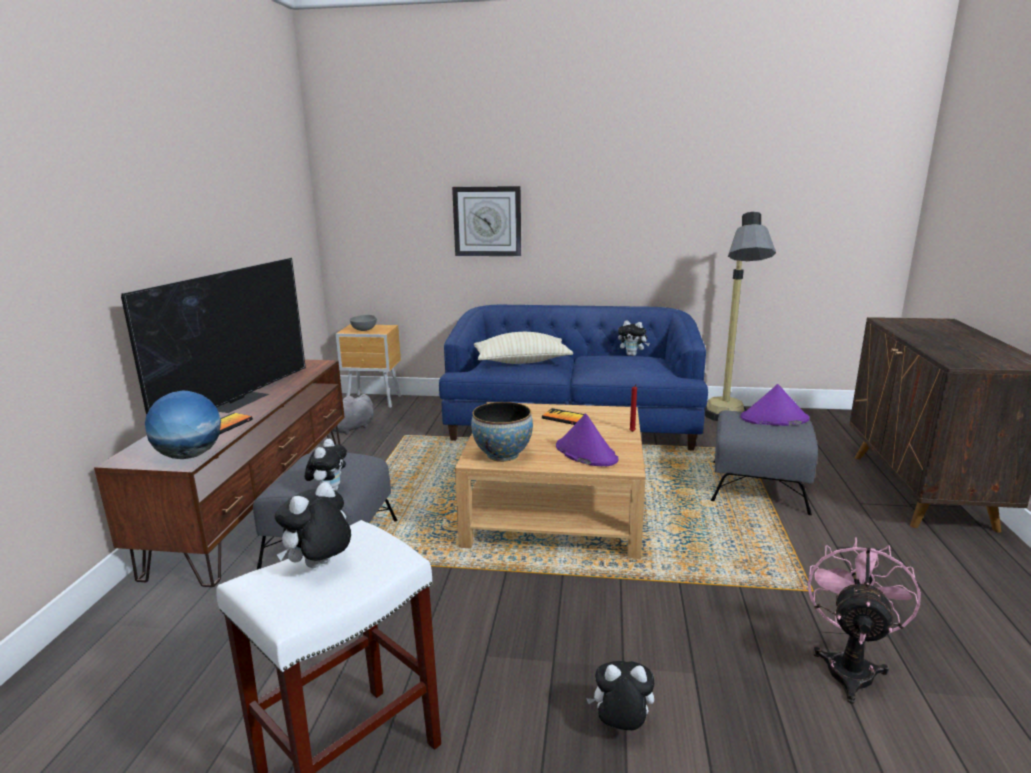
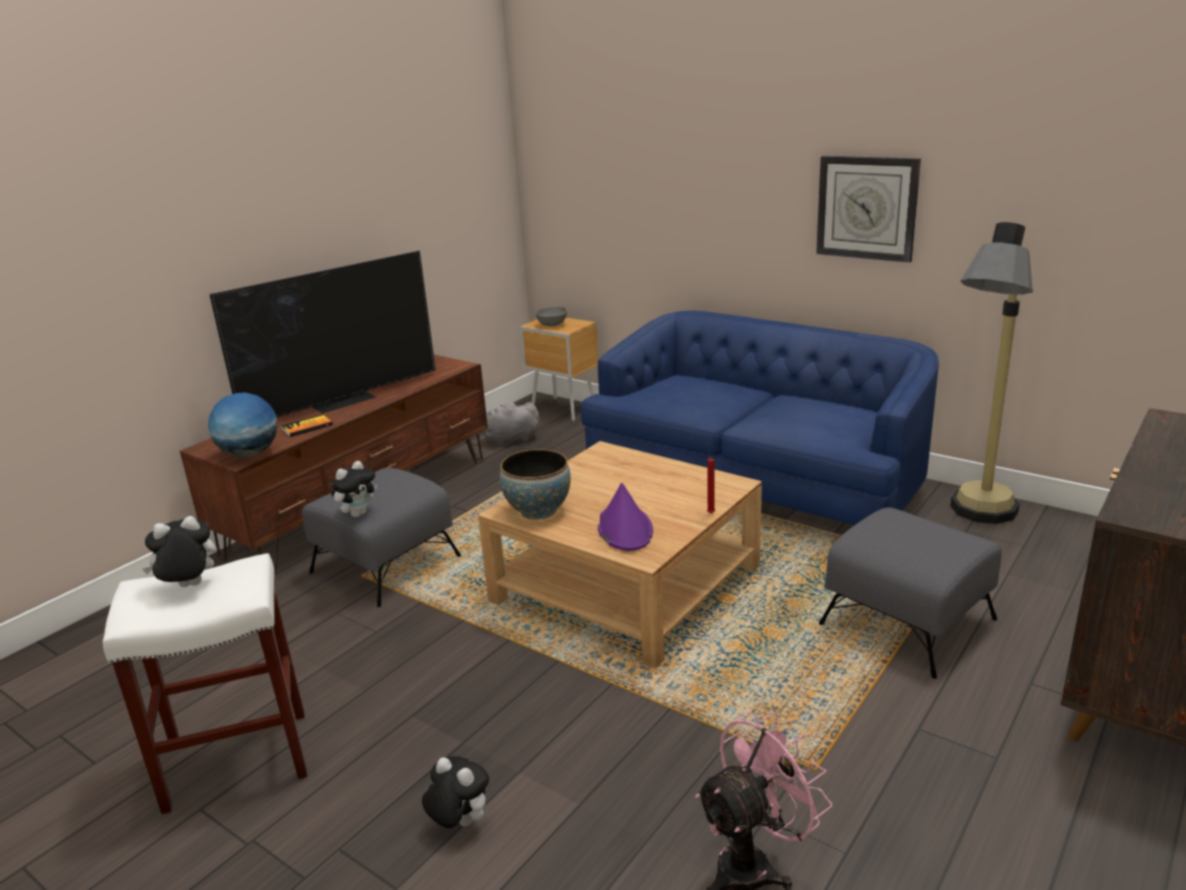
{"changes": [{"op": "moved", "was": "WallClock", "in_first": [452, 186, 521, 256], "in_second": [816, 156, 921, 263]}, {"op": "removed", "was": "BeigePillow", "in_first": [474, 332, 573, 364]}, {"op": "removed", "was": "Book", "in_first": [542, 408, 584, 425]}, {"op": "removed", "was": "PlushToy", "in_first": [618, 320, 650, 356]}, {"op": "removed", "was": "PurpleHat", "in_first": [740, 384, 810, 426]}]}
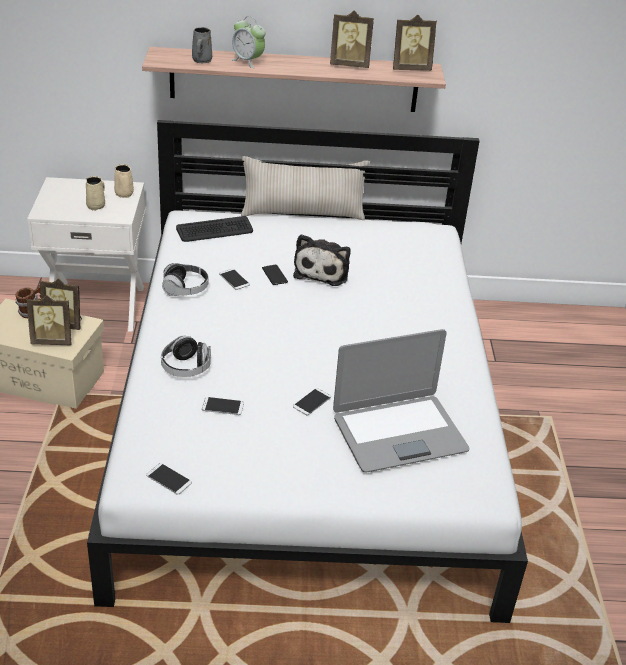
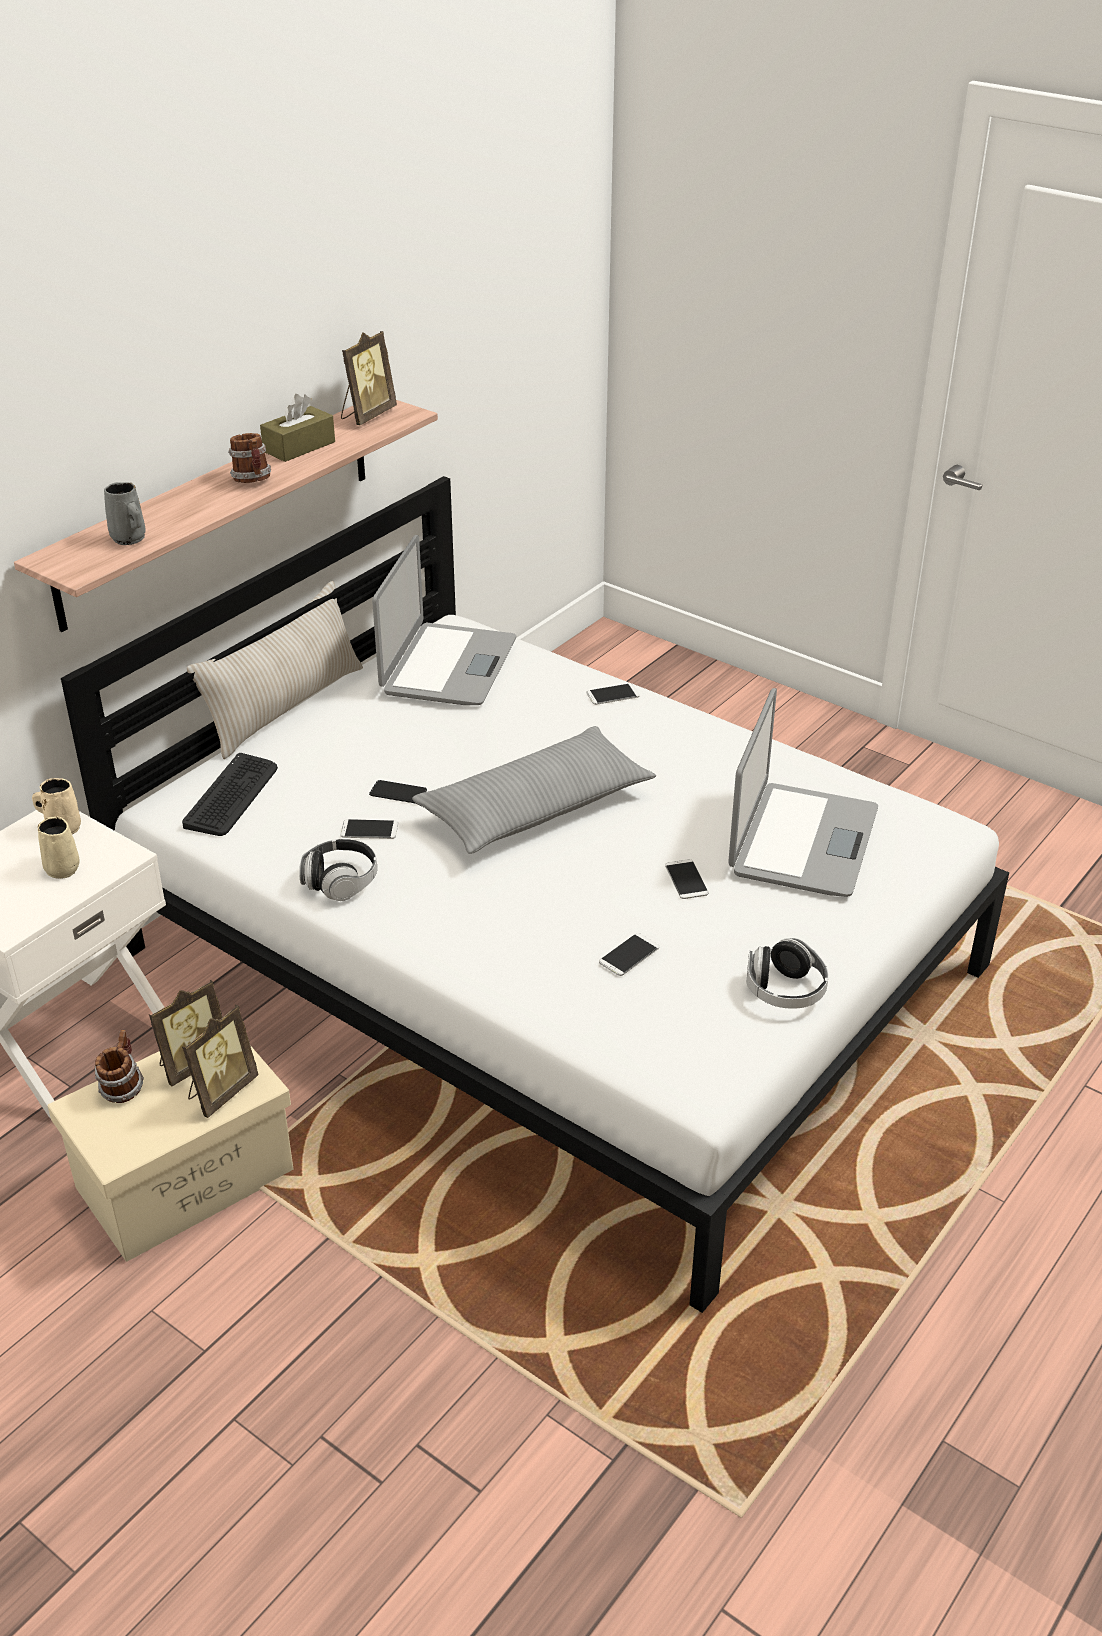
{"changes": [{"op": "moved", "was": "Phone", "in_first": [146, 463, 192, 495], "in_second": [586, 683, 640, 705]}, {"op": "moved", "was": "Headphones", "in_first": [161, 336, 211, 377], "in_second": [747, 938, 829, 1009]}, {"op": "removed", "was": "AlarmClock", "in_first": [231, 16, 265, 68]}, {"op": "removed", "was": "PlushToy", "in_first": [293, 234, 351, 286]}, {"op": "replaced", "was": "PictureFrame", "now": "BrownTissueBox", "in_first": [330, 10, 374, 68], "in_second": [260, 394, 335, 462]}, {"op": "added", "now": "Mug", "in_second": [228, 433, 271, 483]}, {"op": "added", "now": "Laptop", "in_second": [372, 535, 516, 705]}, {"op": "added", "now": "GreyPillow", "in_second": [412, 726, 656, 854]}]}
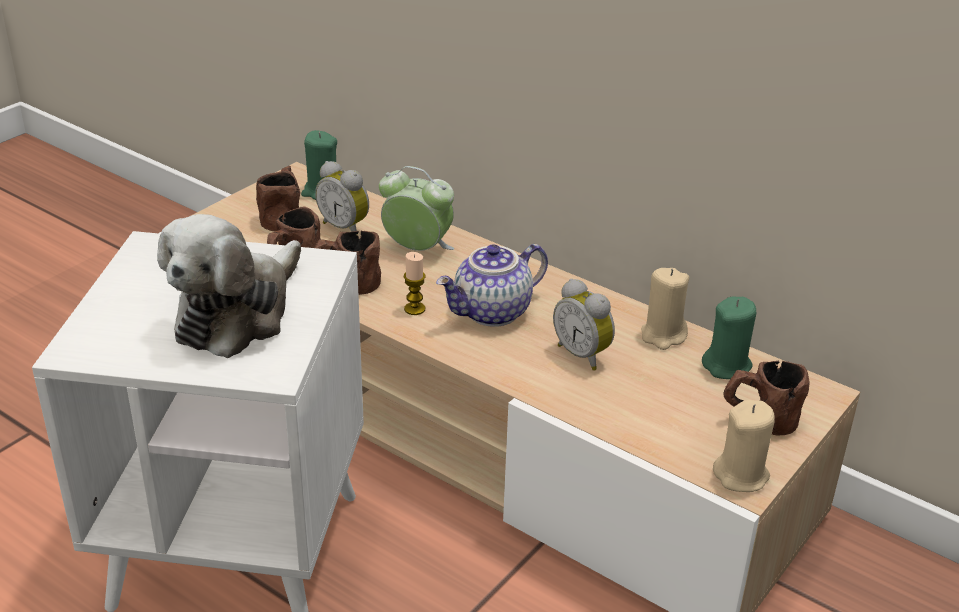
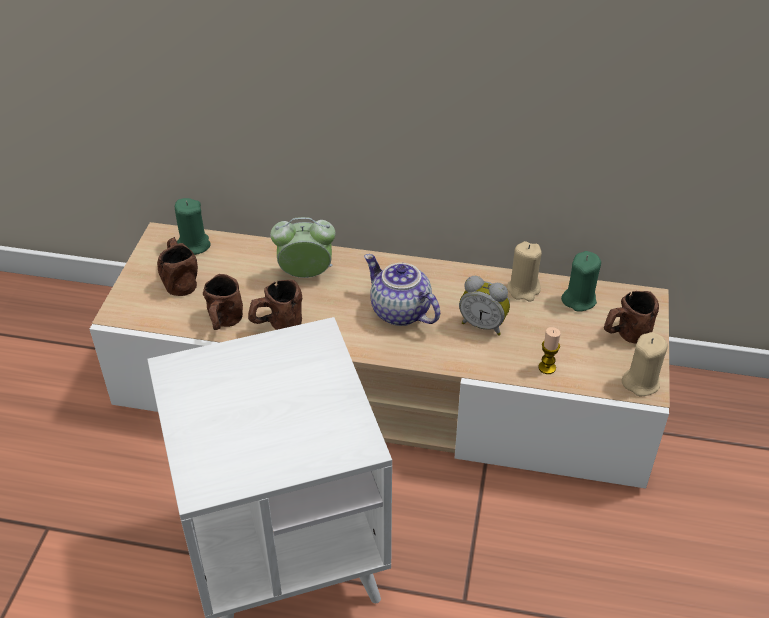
{"changes": [{"op": "removed", "was": "PlushToy", "in_first": [157, 214, 301, 358]}, {"op": "removed", "was": "AlarmClock", "in_first": [315, 161, 369, 235]}, {"op": "moved", "was": "Candle", "in_first": [404, 252, 426, 315], "in_second": [538, 327, 561, 374]}, {"op": "turned", "was": "Teapot", "in_first": [436, 244, 548, 327], "in_second": [364, 254, 440, 326], "clockwise": 105}]}
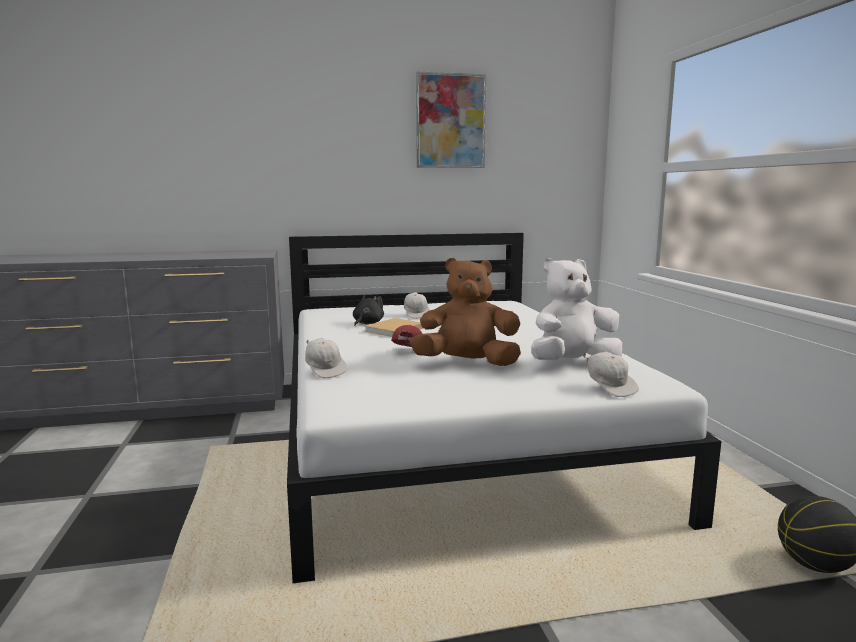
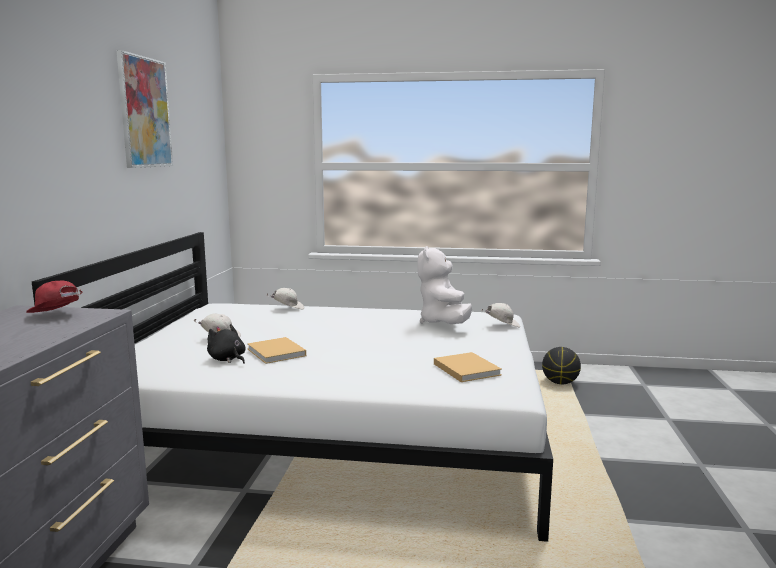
{"changes": [{"op": "moved", "was": "WhiteCap", "in_first": [305, 338, 347, 378], "in_second": [267, 288, 304, 310]}, {"op": "moved", "was": "RedCap", "in_first": [391, 325, 422, 347], "in_second": [26, 281, 82, 313]}, {"op": "removed", "was": "BrownPlushToy", "in_first": [410, 258, 521, 366]}, {"op": "added", "now": "BeigeBook", "in_second": [434, 352, 501, 382]}]}
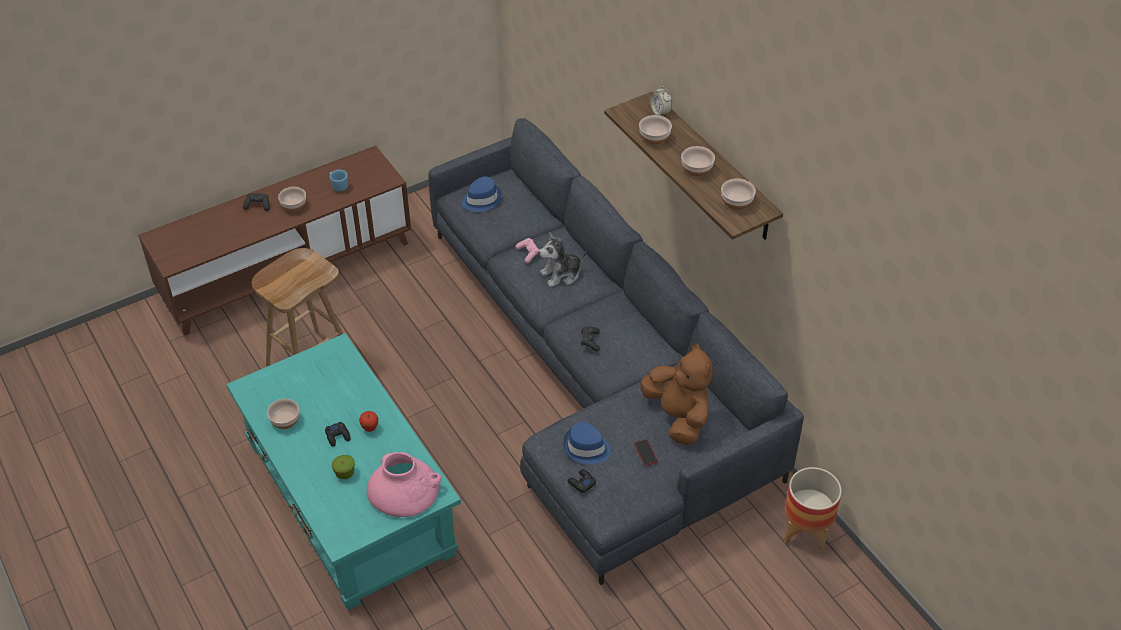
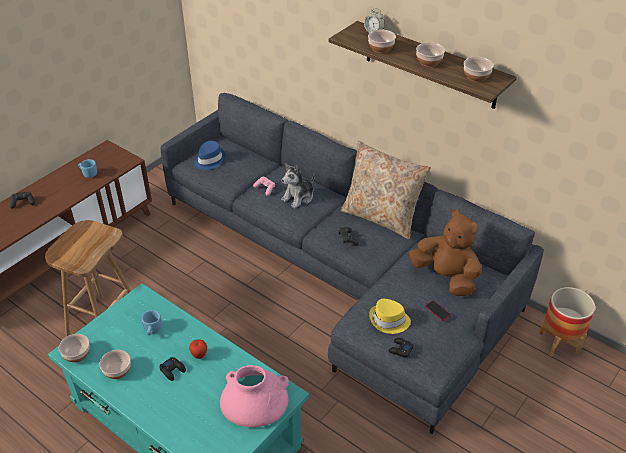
{"changes": [{"op": "moved", "was": "Bowl", "in_first": [278, 187, 306, 212], "in_second": [59, 334, 90, 363]}, {"op": "removed", "was": "Apple", "in_first": [332, 455, 355, 479]}, {"op": "recoloured", "was": "BlueHat", "now": "YellowHat", "in_first": [563, 422, 611, 464], "in_second": [369, 299, 411, 334]}, {"op": "added", "now": "BlueMug", "in_second": [142, 310, 162, 335]}, {"op": "added", "now": "BeigePillow", "in_second": [341, 141, 431, 240]}]}
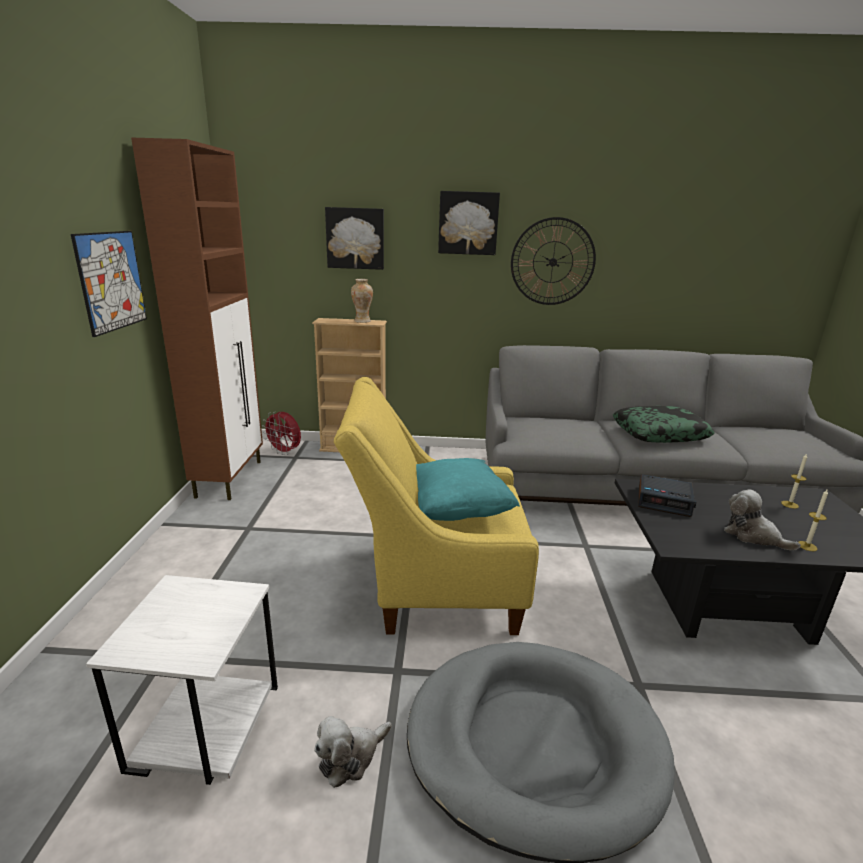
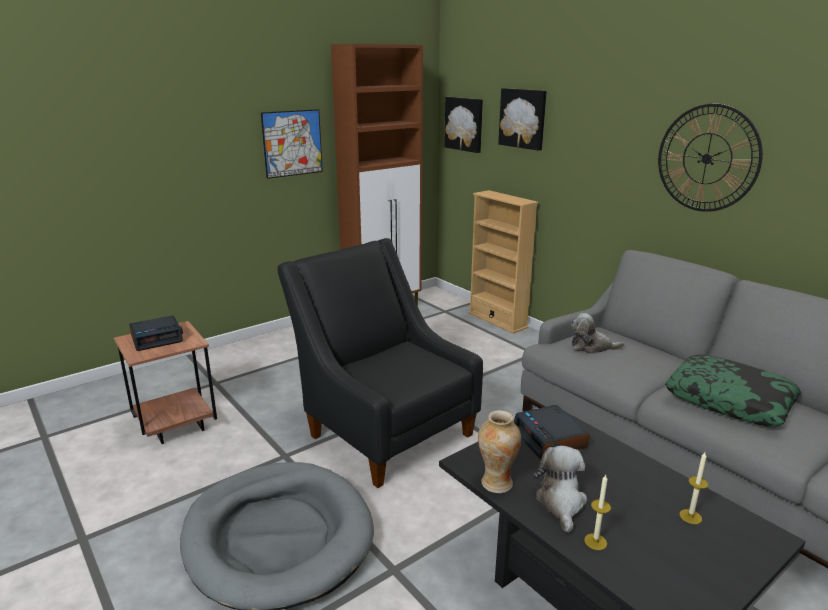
{"changes": [{"op": "recoloured", "was": "WhiteSideTable", "now": "BrownSideTable", "in_first": [86, 575, 278, 785], "in_second": [114, 321, 217, 444]}, {"op": "removed", "was": "RedFan", "in_first": [262, 411, 301, 455]}, {"op": "moved", "was": "PlushToy", "in_first": [314, 716, 392, 788], "in_second": [571, 313, 625, 354]}, {"op": "recoloured", "was": "YellowArmchair", "now": "BlackArmchair", "in_first": [334, 377, 539, 635], "in_second": [277, 238, 483, 488]}, {"op": "moved", "was": "Vase", "in_first": [351, 279, 373, 323], "in_second": [478, 410, 521, 493]}, {"op": "removed", "was": "TurquoisePillow", "in_first": [416, 458, 520, 521]}, {"op": "moved", "was": "Picture", "in_first": [438, 191, 500, 255], "in_second": [444, 97, 483, 153]}, {"op": "added", "now": "AlarmClock", "in_second": [129, 315, 183, 351]}]}
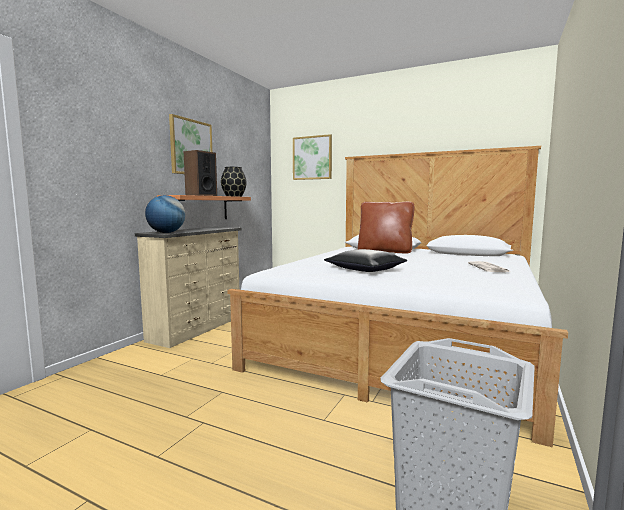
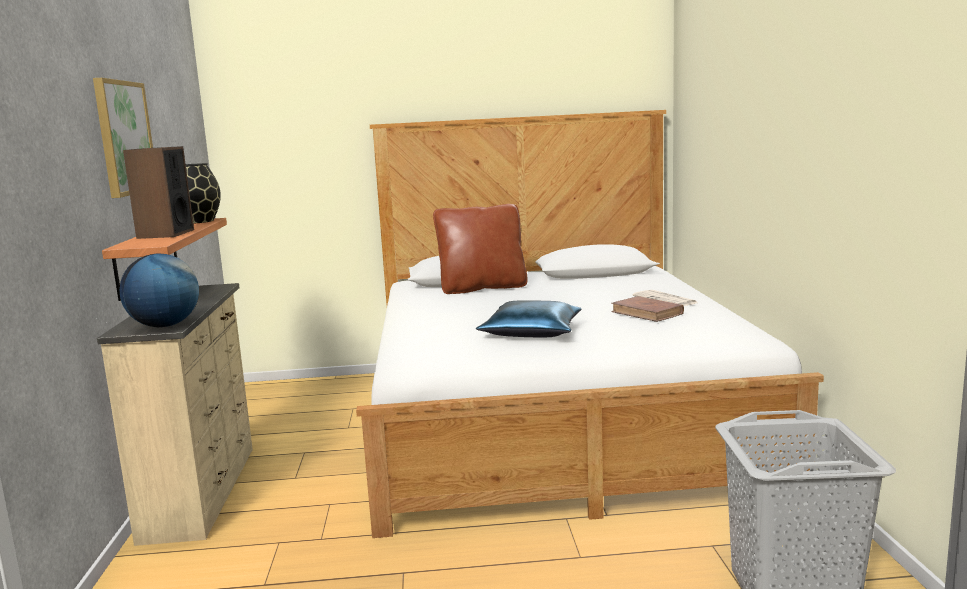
{"changes": [{"op": "removed", "was": "Picture", "in_first": [293, 134, 332, 180]}, {"op": "recoloured", "was": "BlackPillow", "now": "BluePillow", "in_first": [324, 249, 407, 272], "in_second": [476, 300, 582, 337]}, {"op": "added", "now": "BrownBook", "in_second": [611, 296, 684, 322]}]}
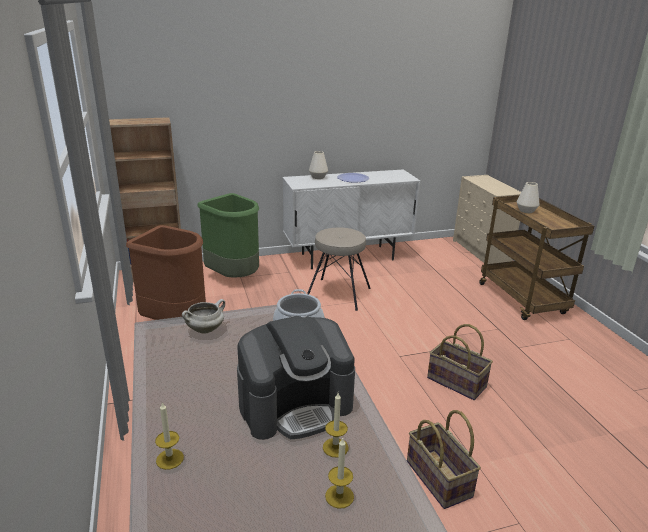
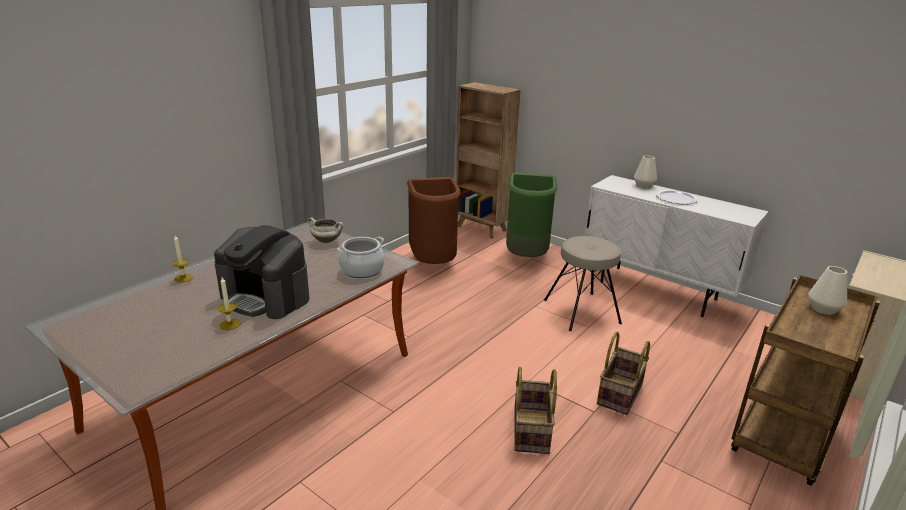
{"changes": [{"op": "removed", "was": "Candle", "in_first": [325, 438, 354, 509]}, {"op": "moved", "was": "Basket", "in_first": [407, 410, 481, 509], "in_second": [597, 332, 650, 415]}]}
